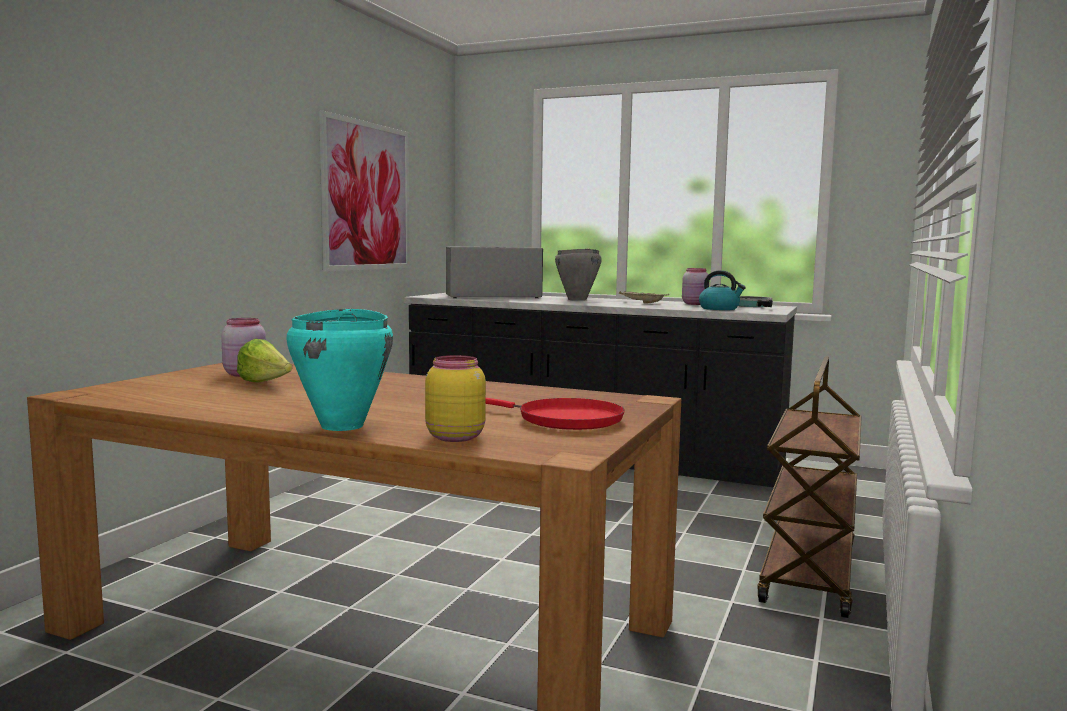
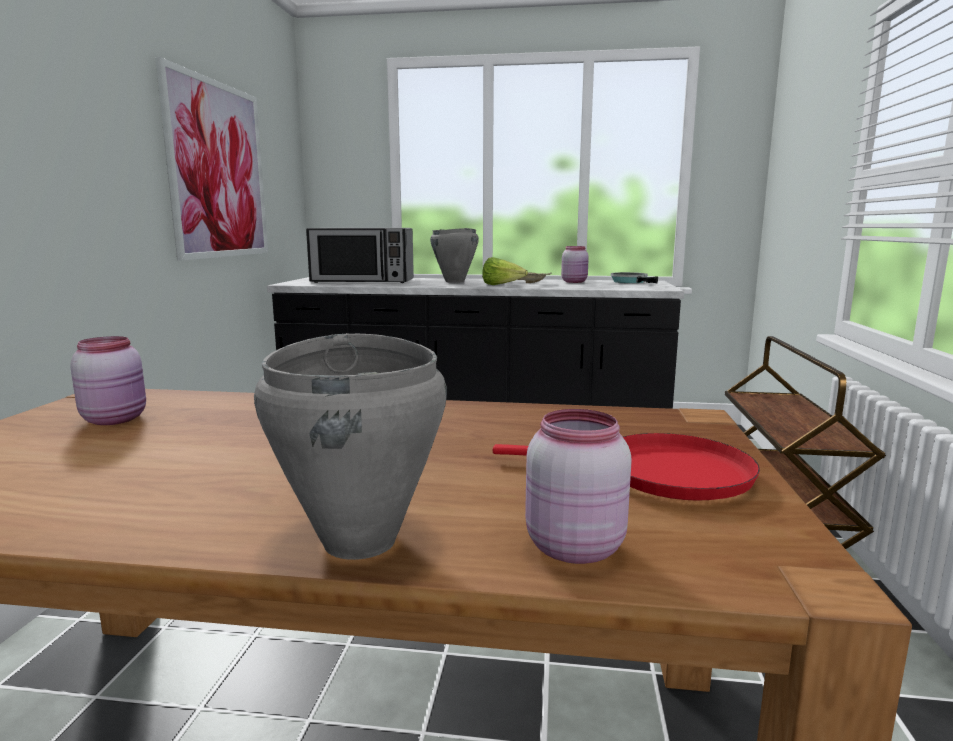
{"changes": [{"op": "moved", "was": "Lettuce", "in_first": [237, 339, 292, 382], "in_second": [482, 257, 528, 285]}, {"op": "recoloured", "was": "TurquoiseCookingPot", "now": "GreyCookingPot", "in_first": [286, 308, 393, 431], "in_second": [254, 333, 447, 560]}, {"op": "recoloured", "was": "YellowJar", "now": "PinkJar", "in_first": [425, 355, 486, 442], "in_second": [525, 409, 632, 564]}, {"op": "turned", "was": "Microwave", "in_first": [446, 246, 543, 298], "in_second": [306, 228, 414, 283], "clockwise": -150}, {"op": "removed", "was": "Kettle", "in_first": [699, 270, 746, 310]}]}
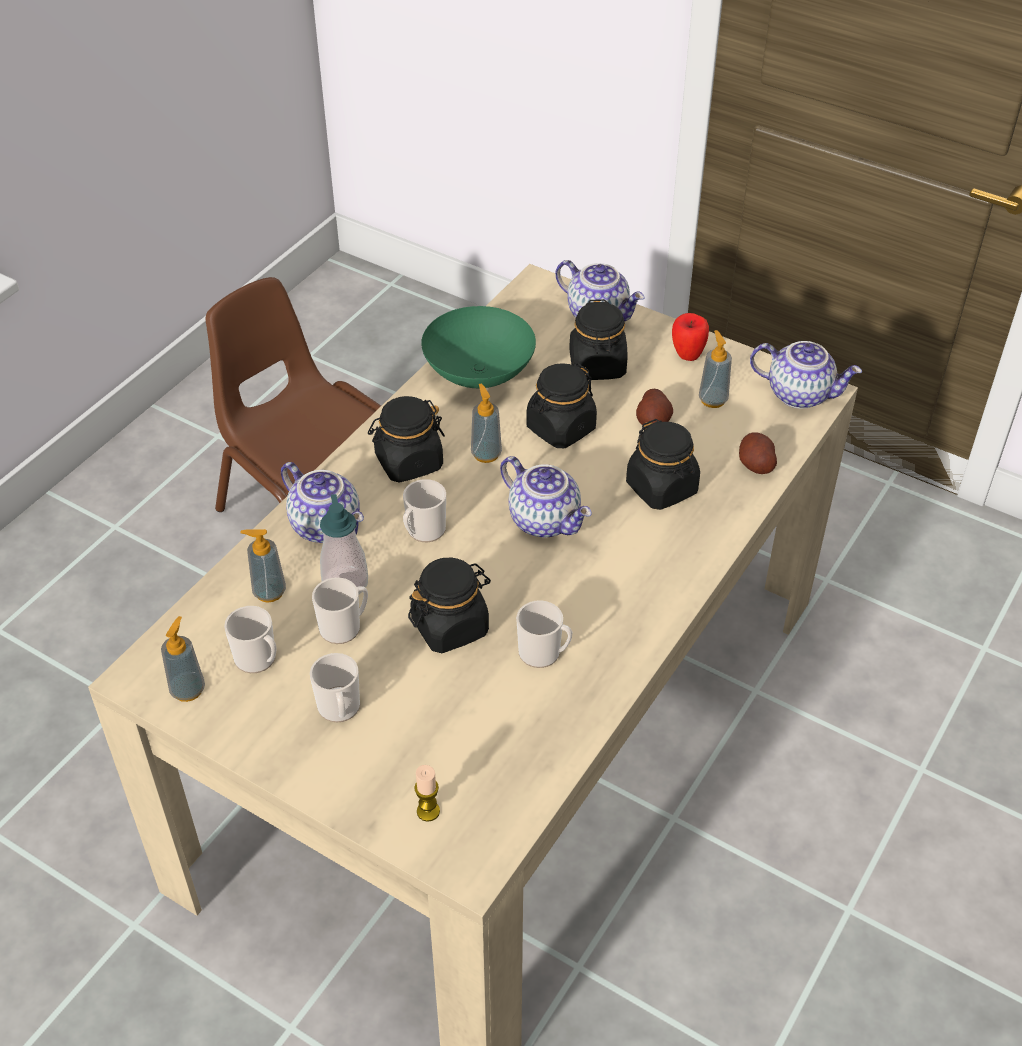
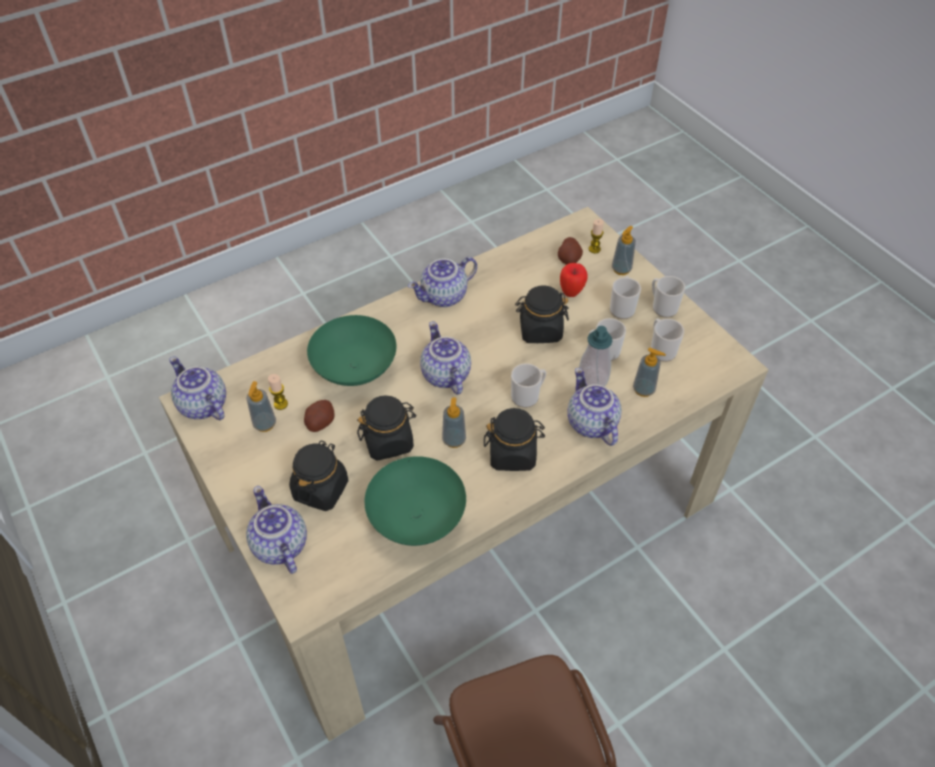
{"changes": [{"op": "moved", "was": "SoapDispenser", "in_first": [161, 616, 205, 702], "in_second": [612, 226, 636, 275]}, {"op": "moved", "was": "Mug", "in_first": [516, 600, 573, 668], "in_second": [652, 276, 685, 317]}, {"op": "replaced", "was": "BlackJar", "now": "GreenBowl", "in_first": [626, 419, 700, 510], "in_second": [307, 315, 397, 386]}, {"op": "moved", "was": "Apple", "in_first": [672, 313, 709, 361], "in_second": [560, 263, 588, 297]}, {"op": "moved", "was": "Potato", "in_first": [739, 432, 777, 474], "in_second": [558, 237, 583, 265]}, {"op": "added", "now": "Candle", "in_second": [268, 374, 288, 410]}, {"op": "added", "now": "Teapot", "in_second": [408, 257, 477, 307]}]}
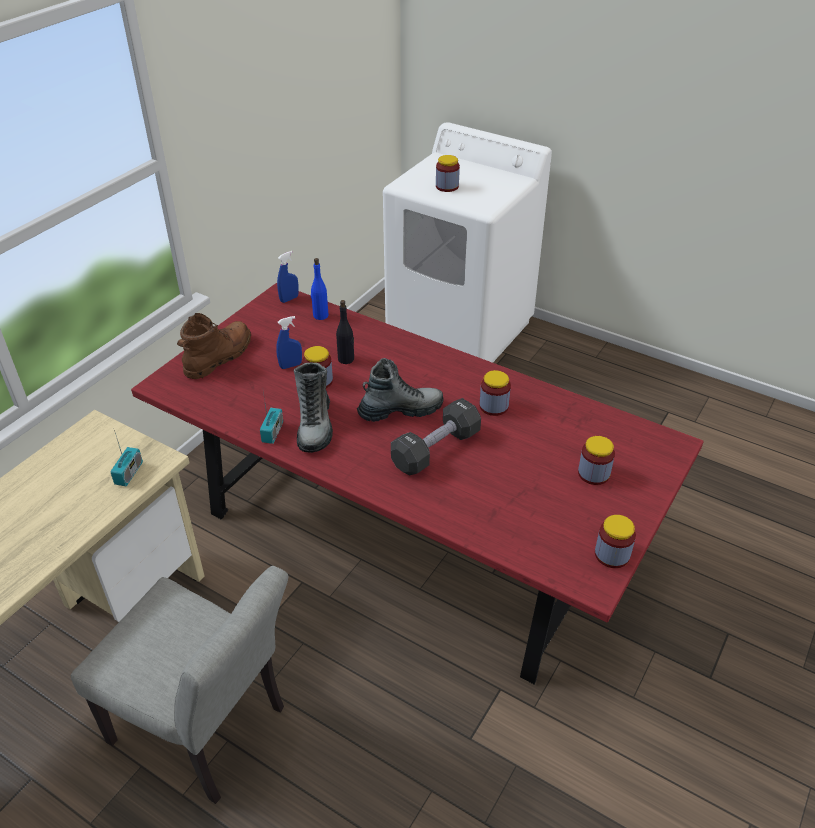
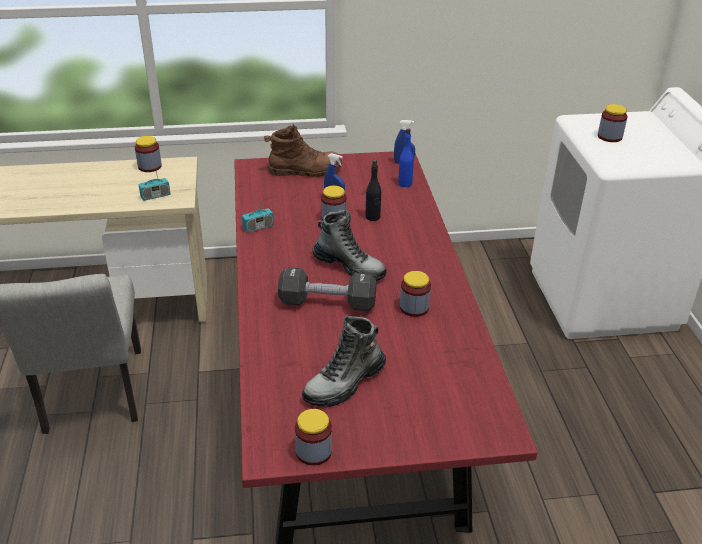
{"changes": [{"op": "moved", "was": "Boot", "in_first": [293, 362, 333, 453], "in_second": [302, 316, 386, 407]}, {"op": "moved", "was": "Jar", "in_first": [578, 436, 615, 485], "in_second": [135, 136, 162, 172]}]}
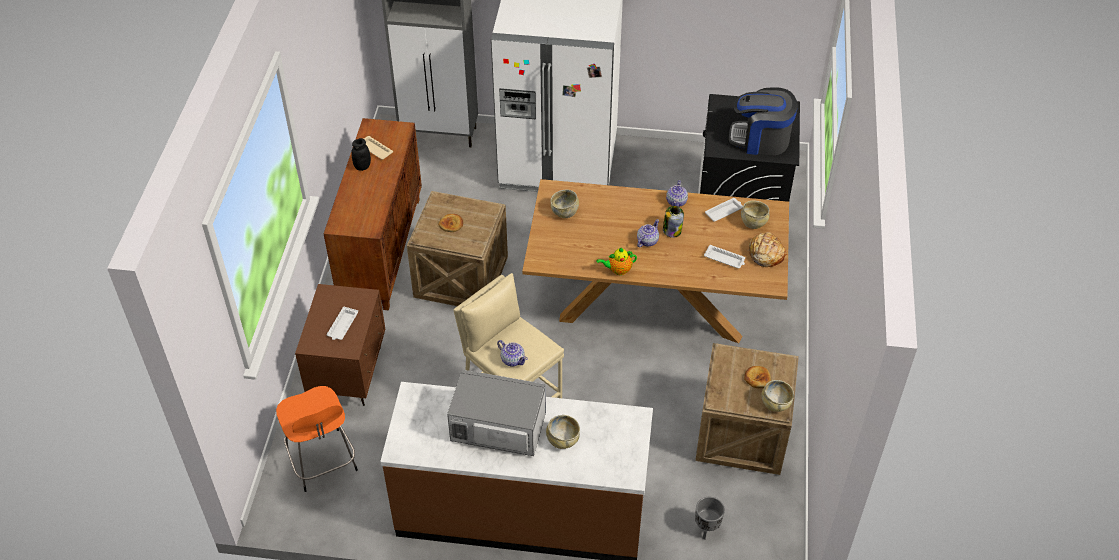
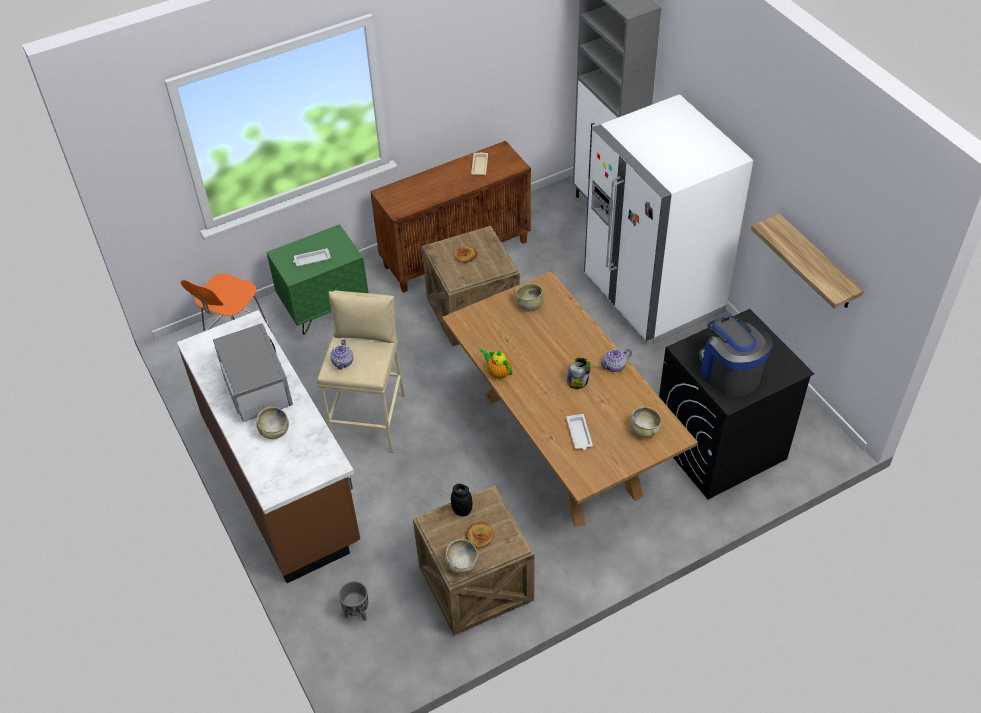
{"changes": [{"op": "recoloured", "was": "BrownNightstand", "now": "GreenNightstand", "in_first": [295, 284, 385, 406], "in_second": [267, 224, 369, 334]}, {"op": "moved", "was": "BlackJar", "in_first": [351, 138, 371, 171], "in_second": [451, 484, 472, 516]}, {"op": "removed", "was": "Teapot", "in_first": [637, 219, 659, 247]}, {"op": "removed", "was": "WhiteTray", "in_first": [705, 198, 743, 222]}, {"op": "removed", "was": "Bread", "in_first": [747, 232, 786, 267]}, {"op": "added", "now": "Shelf", "in_second": [751, 214, 864, 309]}]}
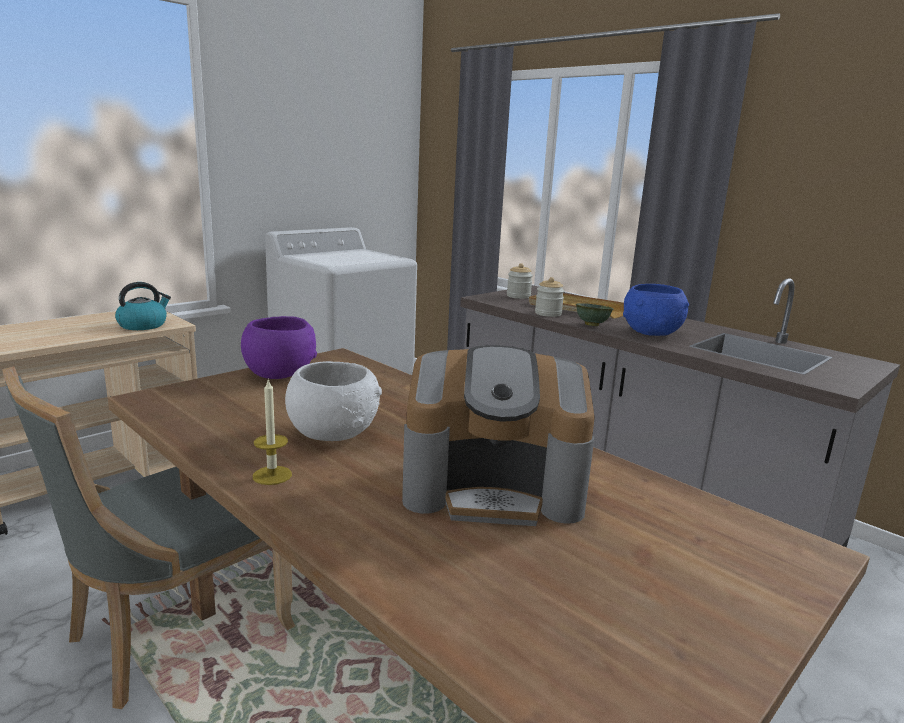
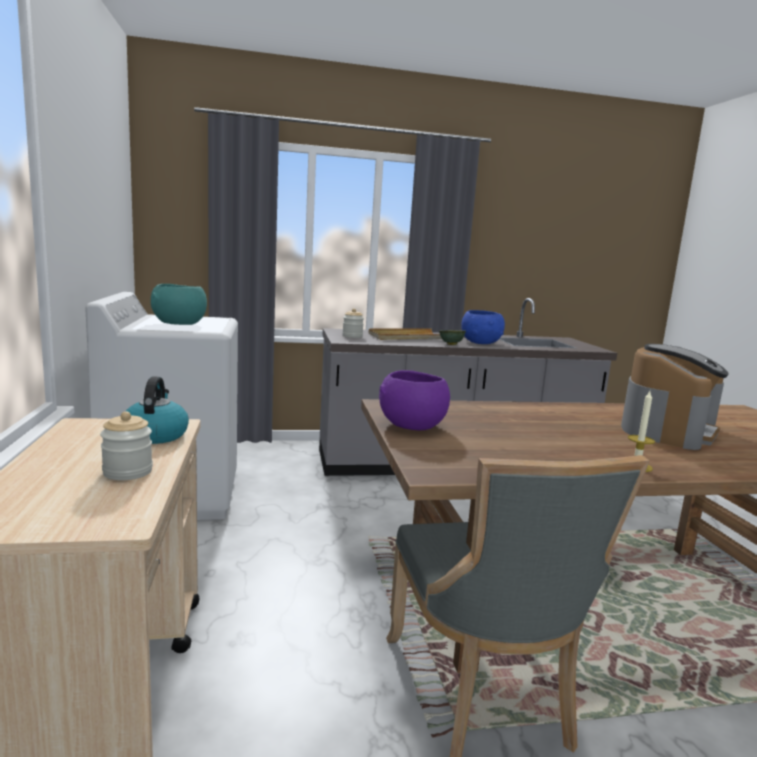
{"changes": [{"op": "removed", "was": "WhiteBowl", "in_first": [285, 361, 382, 441]}, {"op": "moved", "was": "Jar", "in_first": [535, 277, 564, 317], "in_second": [100, 411, 153, 480]}, {"op": "added", "now": "TurquoiseBowl", "in_second": [151, 284, 207, 325]}]}
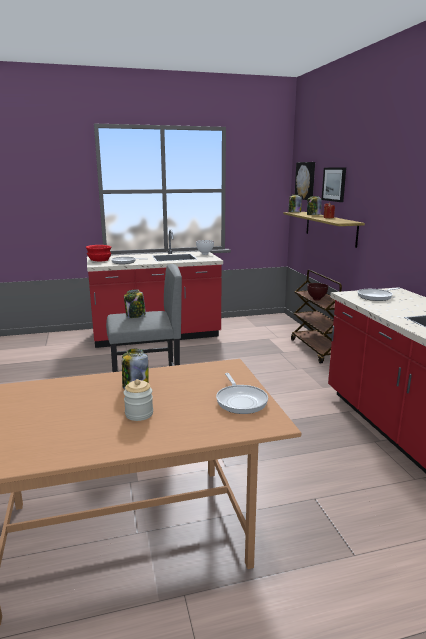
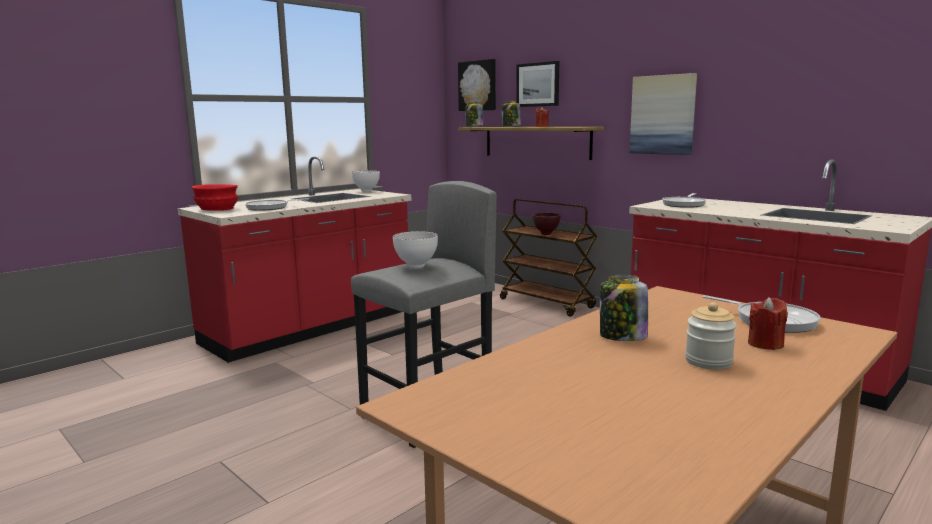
{"changes": [{"op": "replaced", "was": "Jar", "now": "WhiteBowl", "in_first": [124, 289, 146, 318], "in_second": [393, 231, 438, 269]}, {"op": "added", "now": "Picture", "in_second": [630, 73, 697, 155]}, {"op": "added", "now": "RedCandle", "in_second": [748, 297, 788, 350]}]}
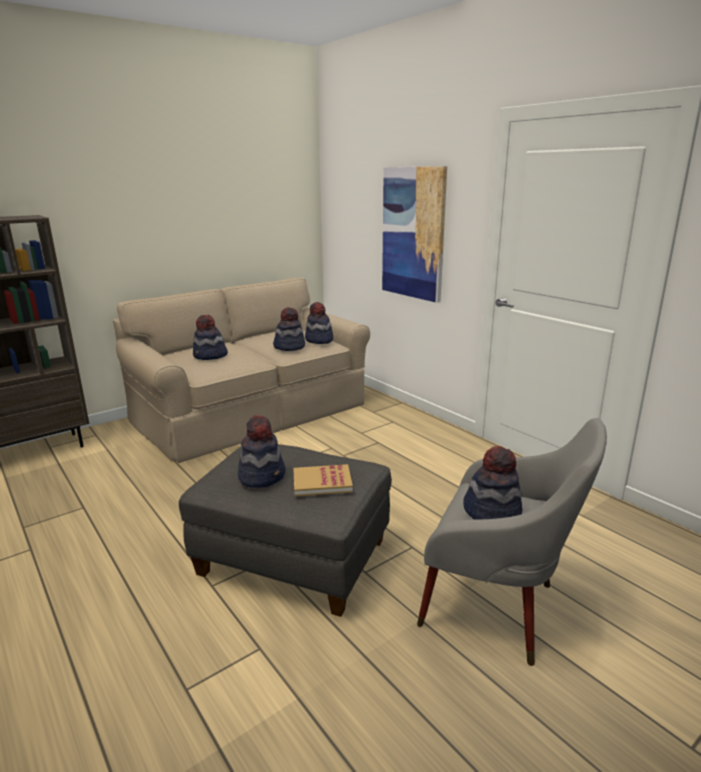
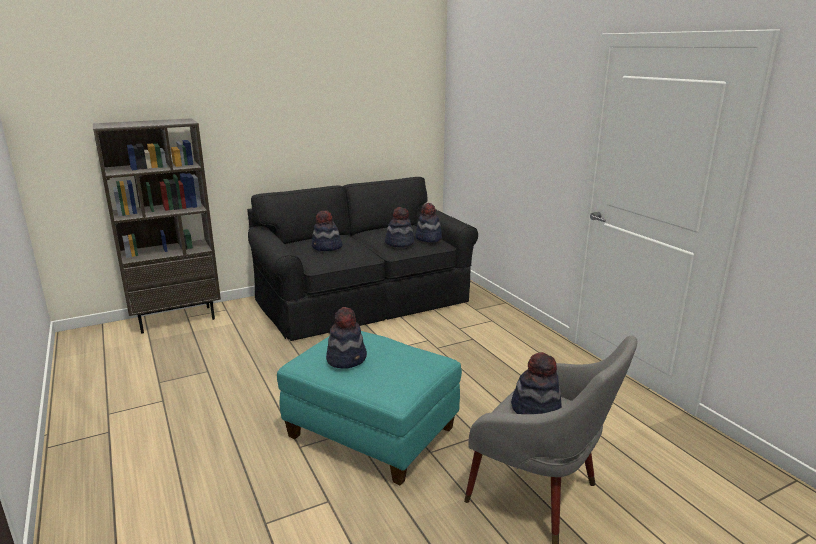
{"changes": [{"op": "recoloured", "was": "BeigeSofa", "now": "BlackSofa", "in_first": [113, 278, 370, 463], "in_second": [247, 177, 478, 341]}, {"op": "recoloured", "was": "GreyOttoman", "now": "TurquoiseOttoman", "in_first": [179, 444, 392, 617], "in_second": [277, 331, 462, 486]}, {"op": "removed", "was": "Book", "in_first": [294, 464, 353, 496]}, {"op": "removed", "was": "Picture", "in_first": [382, 166, 447, 303]}]}
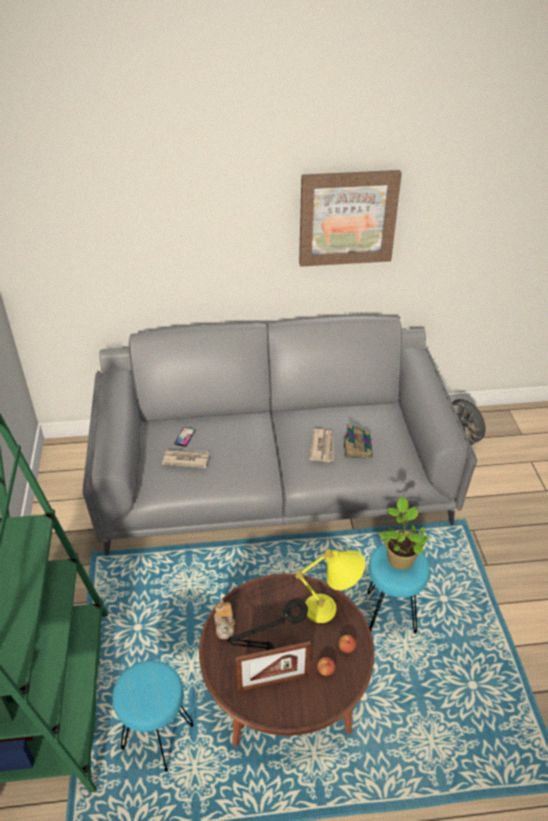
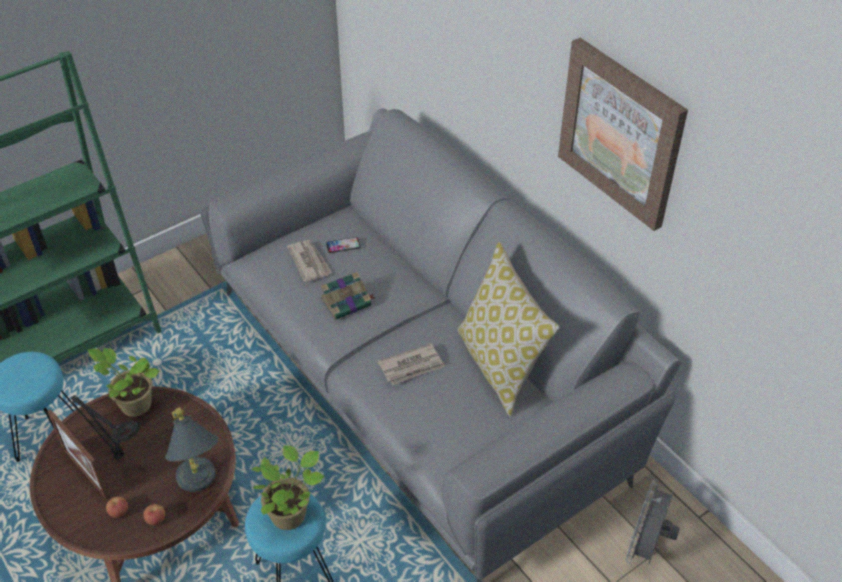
{"changes": [{"op": "replaced", "was": "Teapot", "now": "PottedPlant", "in_first": [214, 599, 235, 639], "in_second": [88, 348, 160, 417]}, {"op": "recoloured", "was": "YellowTableLamp", "now": "GreyTableLamp", "in_first": [295, 549, 365, 623], "in_second": [165, 407, 219, 492]}, {"op": "moved", "was": "Book", "in_first": [343, 424, 373, 459], "in_second": [320, 272, 376, 320]}, {"op": "added", "now": "Pillow", "in_second": [457, 242, 560, 416]}]}
